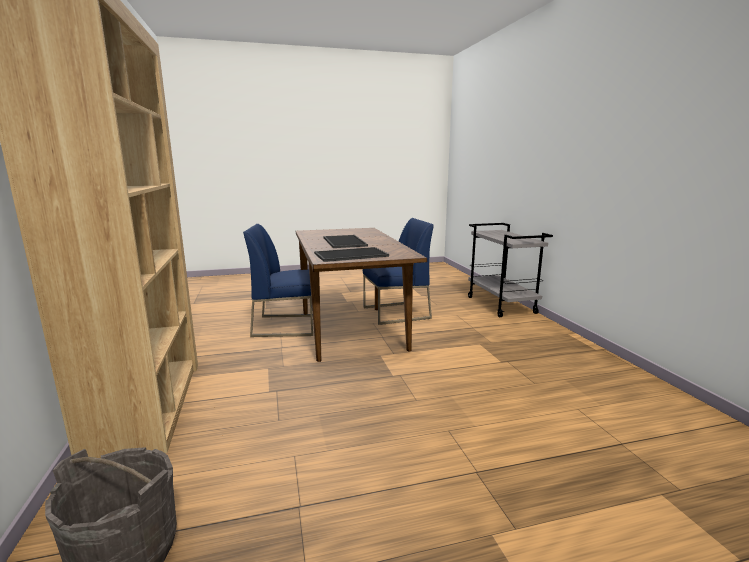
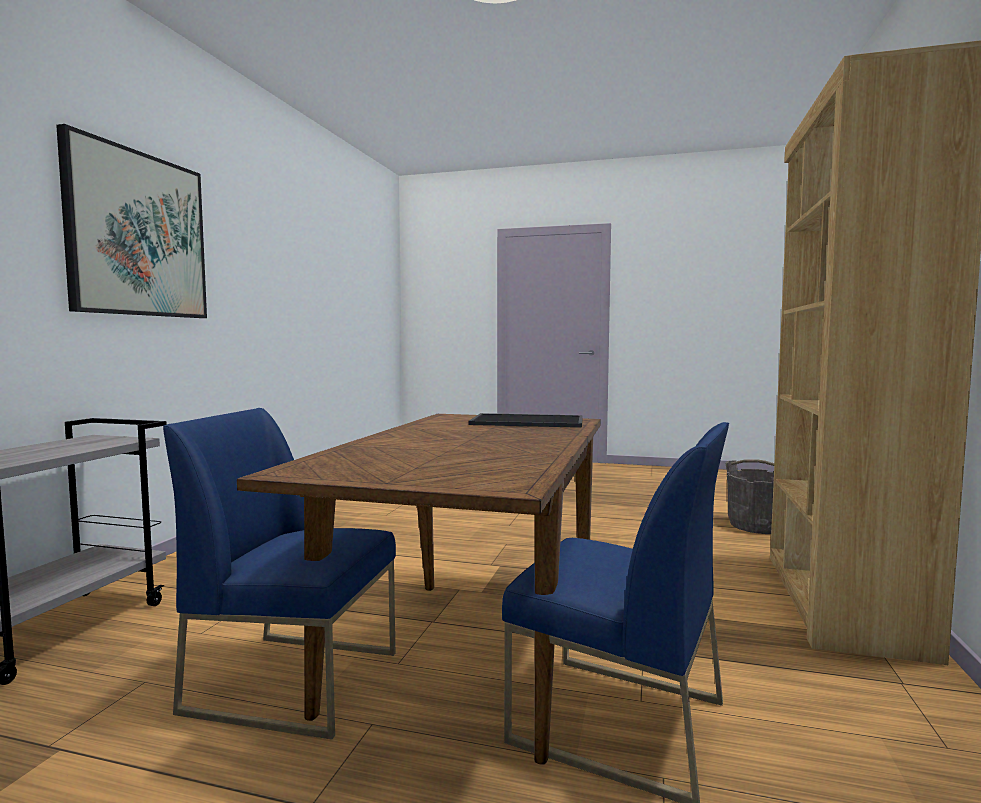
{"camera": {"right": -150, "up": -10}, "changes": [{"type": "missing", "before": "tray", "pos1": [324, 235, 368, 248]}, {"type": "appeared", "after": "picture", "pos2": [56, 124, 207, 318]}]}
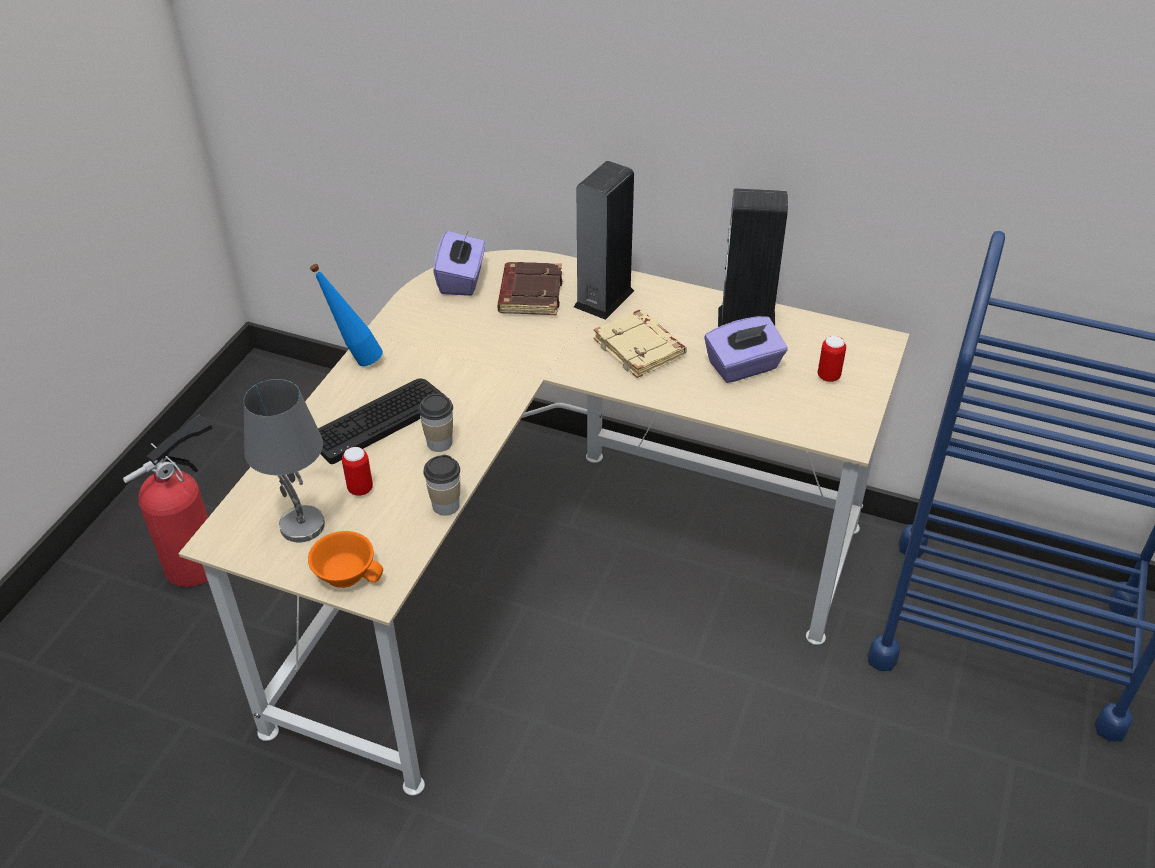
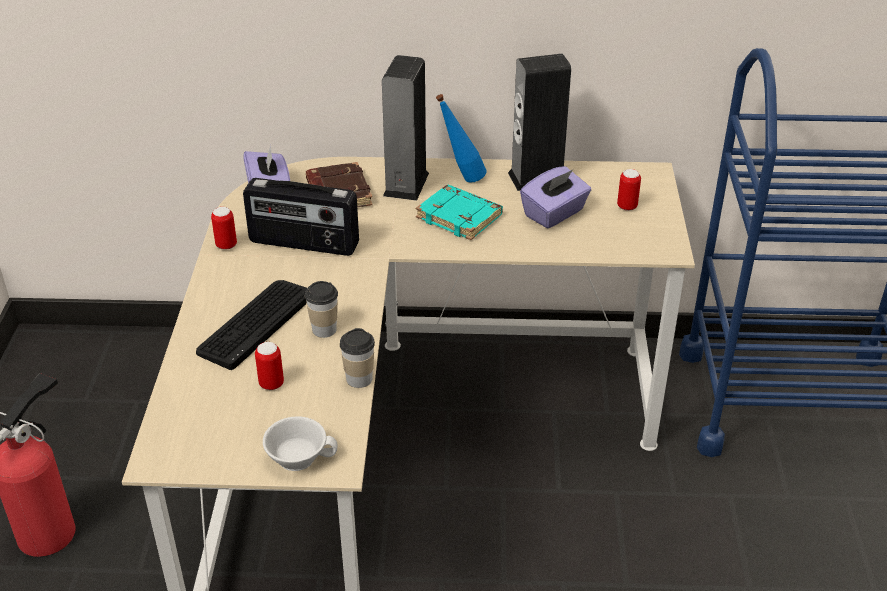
{"camera": {"right": -20, "up": -5}, "changes": [{"type": "missing", "before": "table lamp (grey)", "pos1": [243, 379, 325, 542]}, {"type": "colour", "before": "cup (orange)", "after": "cup (white)", "pos1": [308, 531, 383, 588], "pos2": [263, 416, 337, 471]}, {"type": "relocated", "before": "bottle (blue)", "pos1": [310, 264, 383, 366], "pos2": [436, 94, 487, 183]}, {"type": "colour", "before": "book (beige)", "after": "book (turquoise)", "pos1": [594, 310, 687, 378], "pos2": [416, 185, 503, 240]}, {"type": "appeared", "after": "can", "pos2": [211, 207, 237, 250]}, {"type": "appeared", "after": "radio", "pos2": [243, 178, 359, 256]}]}
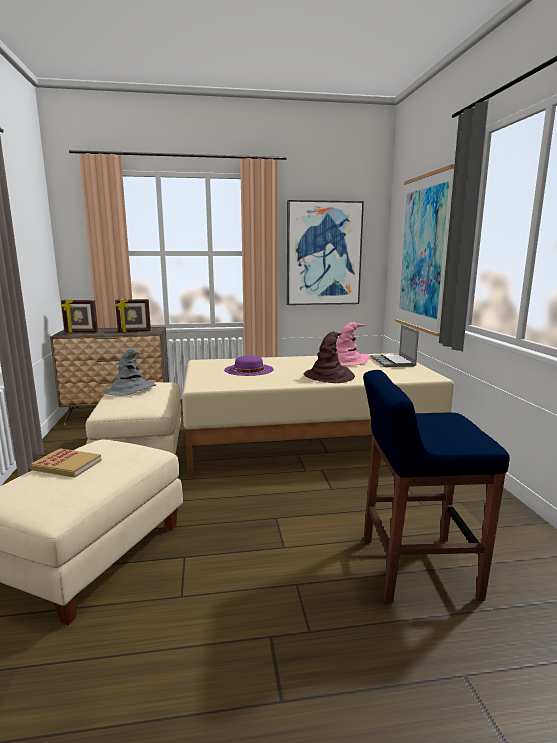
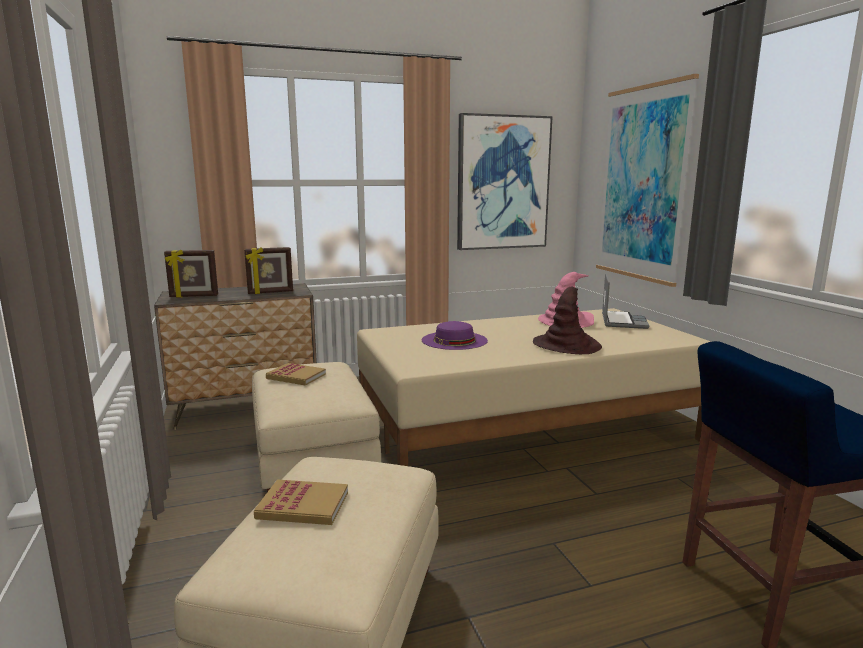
{"camera": {"right": -10, "up": 0}, "changes": [{"type": "exchanged", "before": "hat (grey)", "after": "book", "pos1": [105, 348, 156, 396], "pos2": [266, 363, 326, 386]}, {"type": "spun", "before": "laptop", "pos1": [371, 325, 419, 367], "pos2": [602, 273, 649, 329], "turn": -150}]}
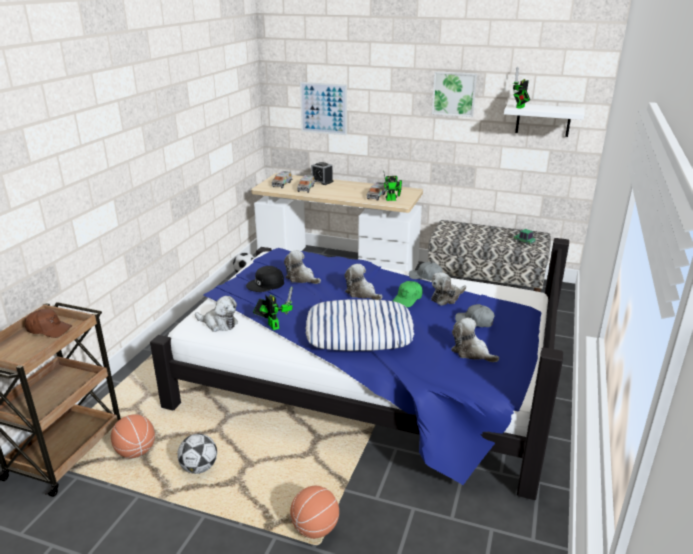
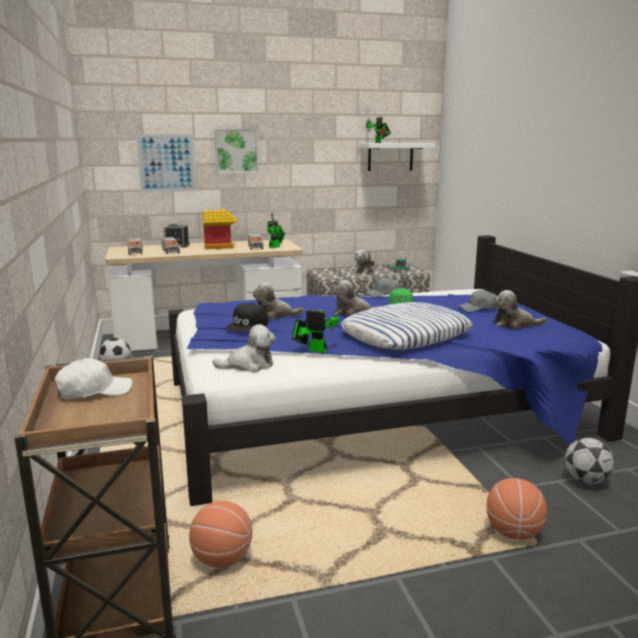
{"camera": {"right": -35, "up": -10}, "changes": [{"type": "colour", "before": "cap (brown)", "after": "cap (white)", "pos1": [25, 309, 72, 338], "pos2": [55, 358, 132, 399]}, {"type": "relocated", "before": "football", "pos1": [177, 434, 217, 474], "pos2": [565, 438, 615, 484]}, {"type": "relocated", "before": "plush toy", "pos1": [431, 272, 466, 306], "pos2": [353, 249, 374, 274]}, {"type": "relocated", "before": "picture", "pos1": [432, 71, 477, 117], "pos2": [214, 129, 259, 173]}, {"type": "appeared", "after": "toy house", "pos2": [203, 208, 238, 249]}]}
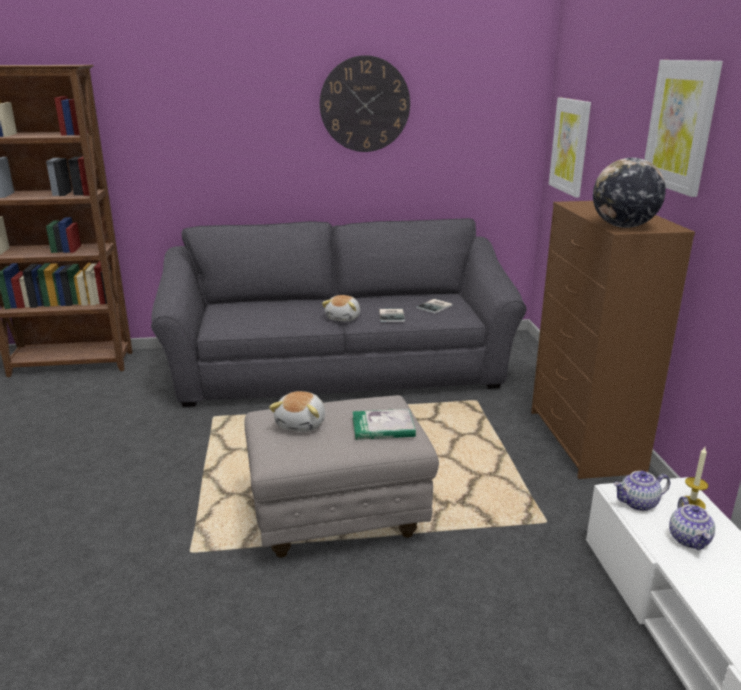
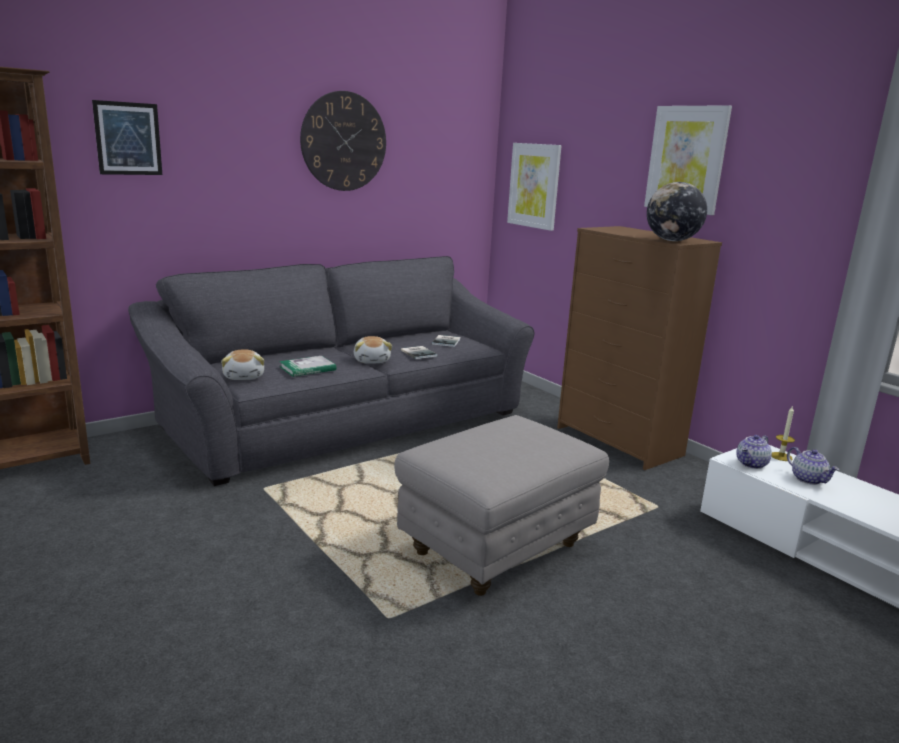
{"camera": {"right": -30, "up": -5}, "changes": [{"type": "relocated", "before": "plush toy", "pos1": [269, 391, 325, 432], "pos2": [221, 349, 264, 380]}, {"type": "relocated", "before": "book", "pos1": [353, 409, 416, 440], "pos2": [279, 356, 336, 377]}, {"type": "appeared", "after": "picture", "pos2": [92, 100, 162, 175]}]}
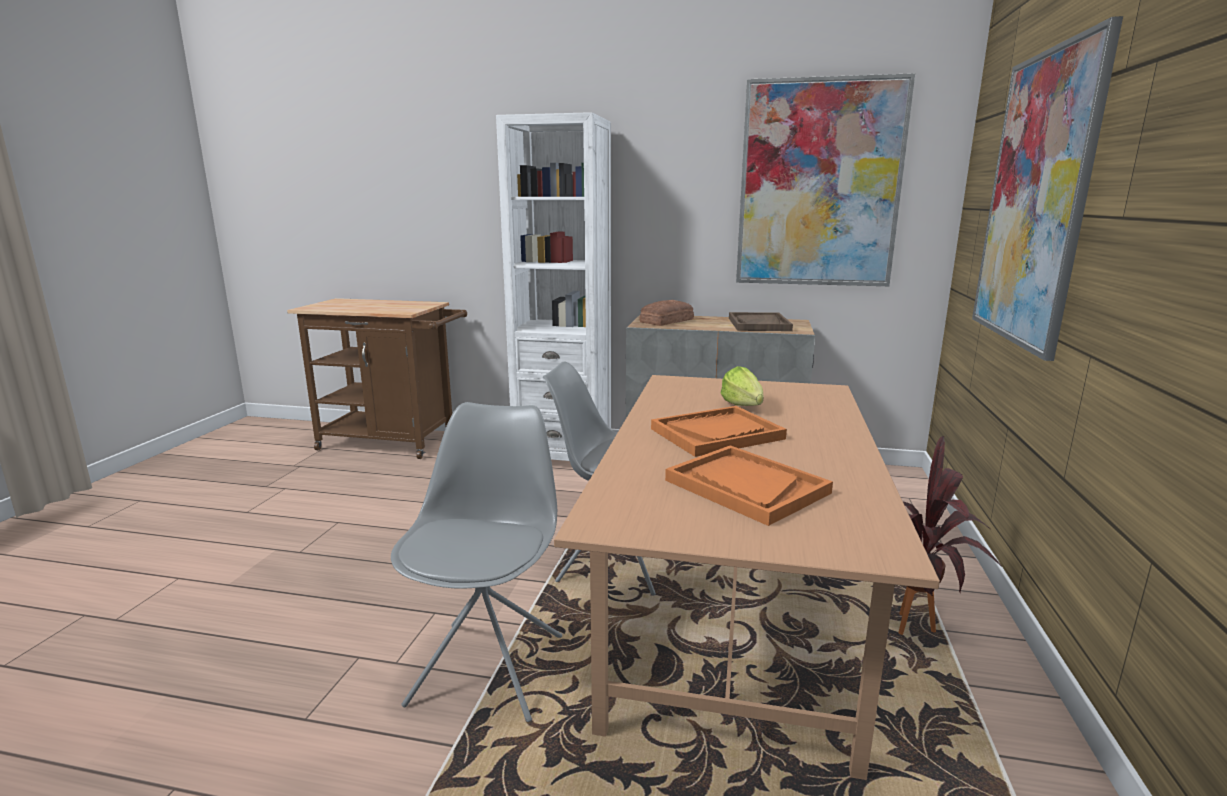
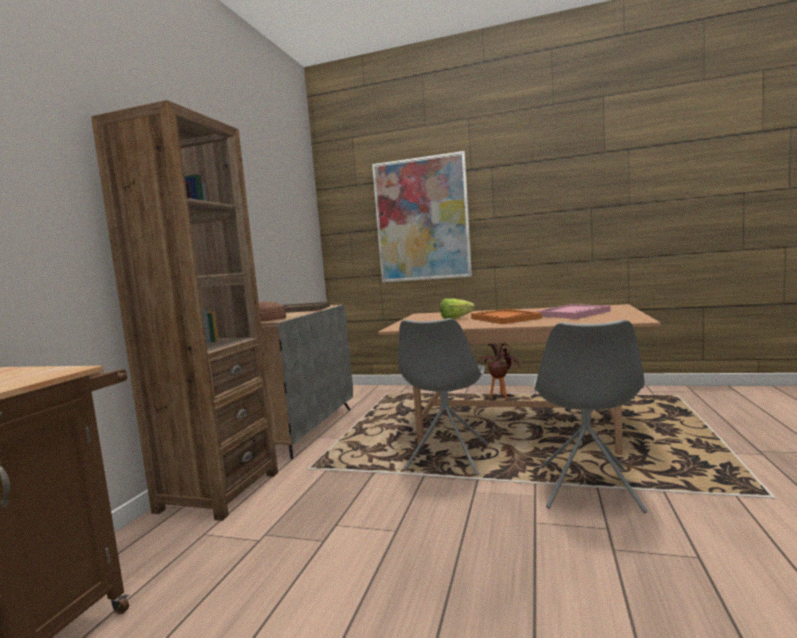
{"camera": {"right": -85, "up": -10}, "changes": [{"type": "spun", "before": "chair (grey)", "pos1": [391, 402, 562, 722], "pos2": [534, 320, 648, 513], "turn": -90}, {"type": "colour", "before": "bookcase (white)", "after": "bookcase (brown)", "pos1": [496, 112, 611, 461], "pos2": [91, 100, 278, 521]}, {"type": "colour", "before": "tray (orange)", "after": "tray (pink)", "pos1": [665, 445, 833, 526], "pos2": [537, 304, 610, 319]}, {"type": "missing", "before": "picture", "pos1": [736, 73, 915, 286]}]}
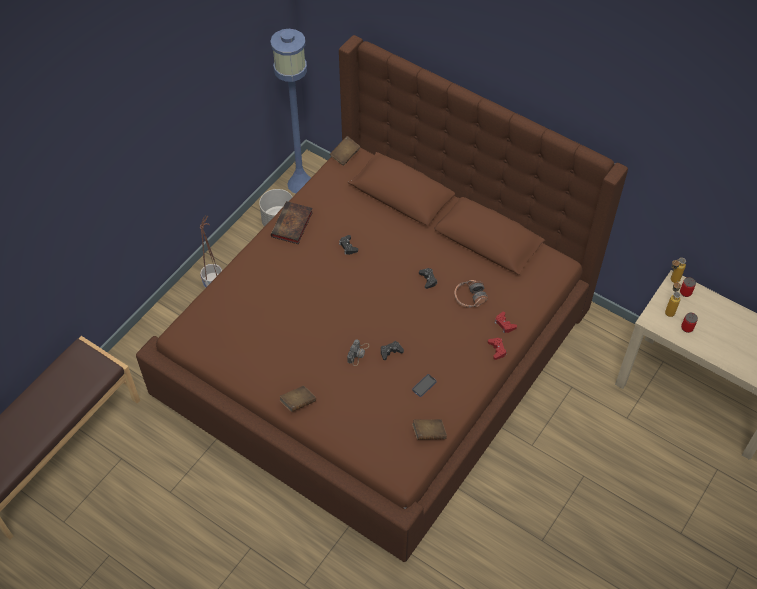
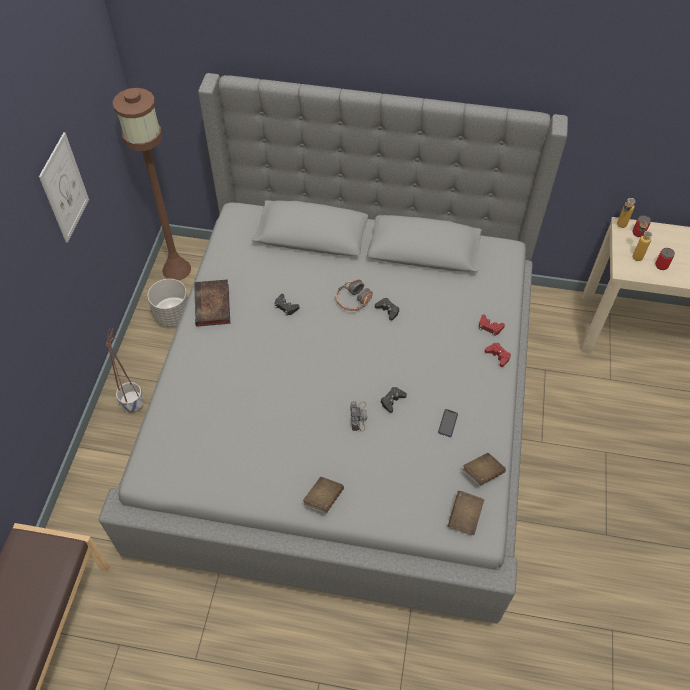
{"camera": {"right": -25, "up": 0}, "changes": [{"type": "colour", "before": "bed (brown)", "after": "bed (grey)", "pos1": [136, 35, 628, 562], "pos2": [99, 73, 568, 623]}, {"type": "colour", "before": "floor lamp (blue)", "after": "floor lamp (brown)", "pos1": [270, 29, 311, 194], "pos2": [113, 88, 191, 281]}, {"type": "relocated", "before": "book (brown)", "pos1": [330, 136, 360, 166], "pos2": [448, 491, 484, 535]}, {"type": "relocated", "before": "headphones", "pos1": [454, 280, 488, 308], "pos2": [336, 280, 373, 311]}, {"type": "appeared", "after": "picture", "pos2": [39, 132, 89, 243]}]}
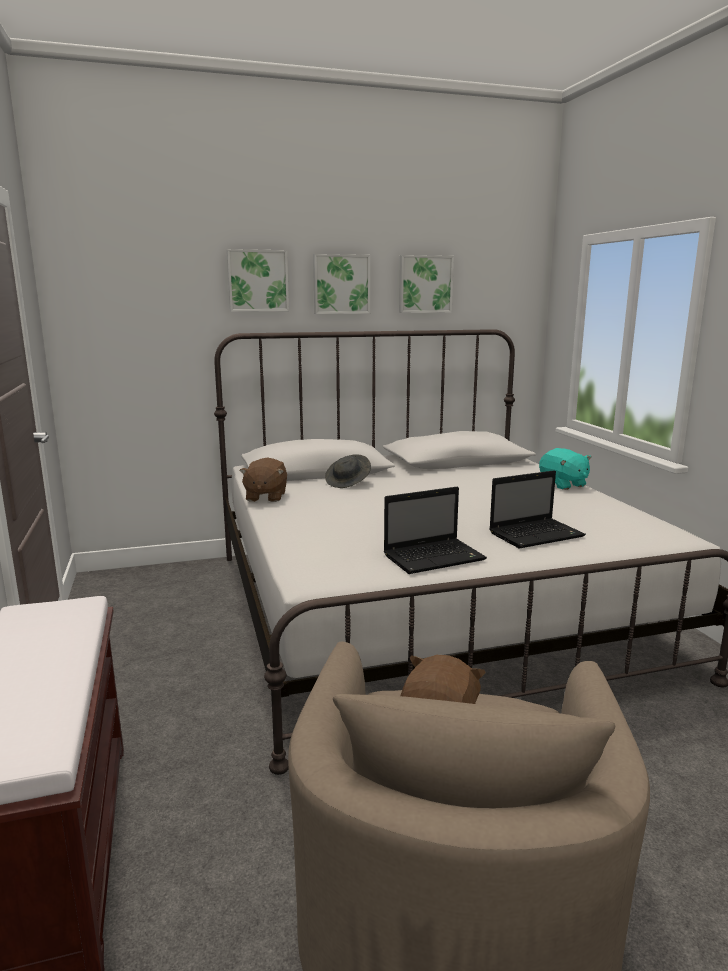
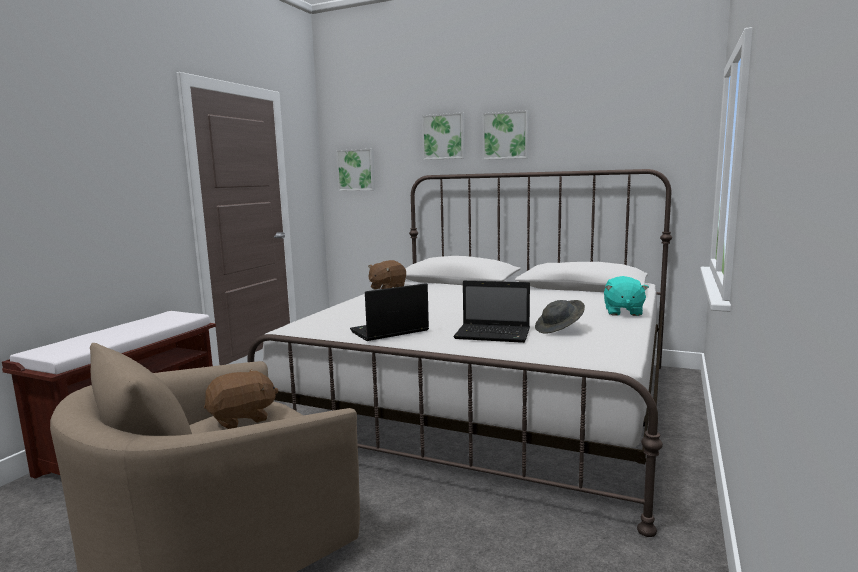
{"camera": {"right": 40, "up": -5}, "changes": [{"type": "relocated", "before": "hat (grey)", "pos1": [325, 454, 371, 488], "pos2": [535, 300, 585, 334]}, {"type": "spun", "before": "laptop", "pos1": [384, 487, 487, 574], "pos2": [350, 283, 429, 341], "turn": 135}, {"type": "relocated", "before": "picture", "pos1": [399, 255, 454, 313], "pos2": [336, 149, 375, 191]}]}
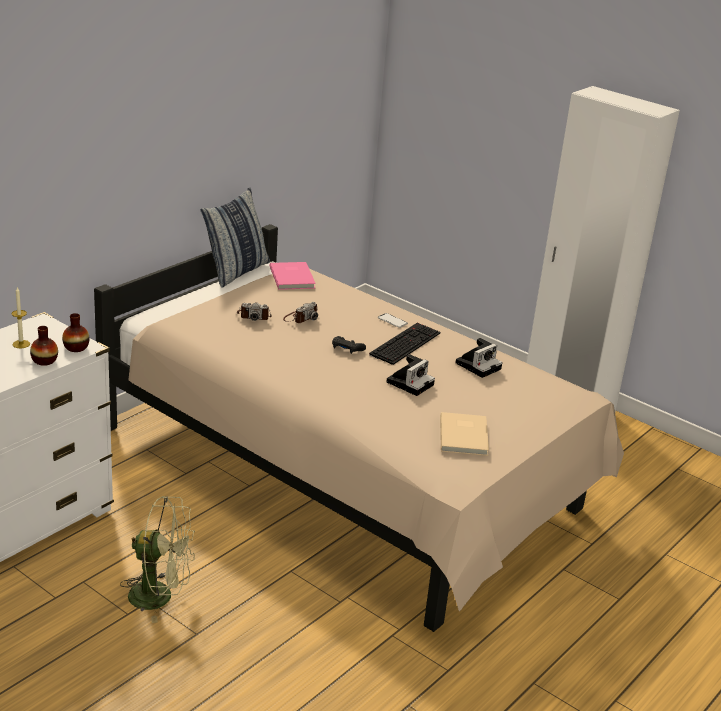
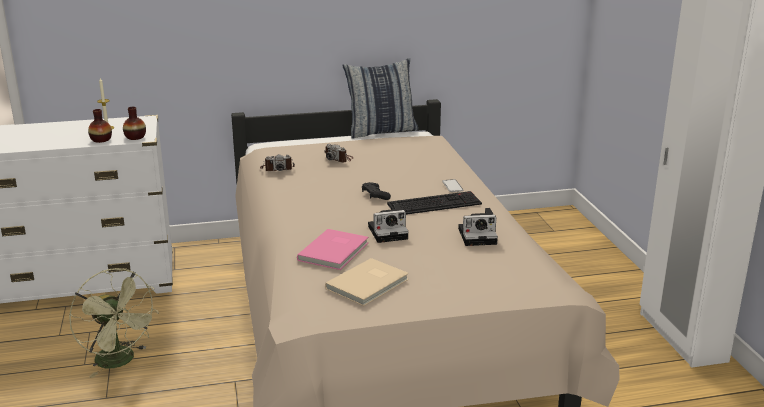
{"camera": {"right": 40, "up": -5}, "changes": [{"type": "relocated", "before": "book (pink)", "pos1": [269, 262, 316, 290], "pos2": [297, 229, 369, 270]}, {"type": "relocated", "before": "photo camera", "pos1": [283, 302, 318, 323], "pos2": [260, 154, 295, 171]}]}
